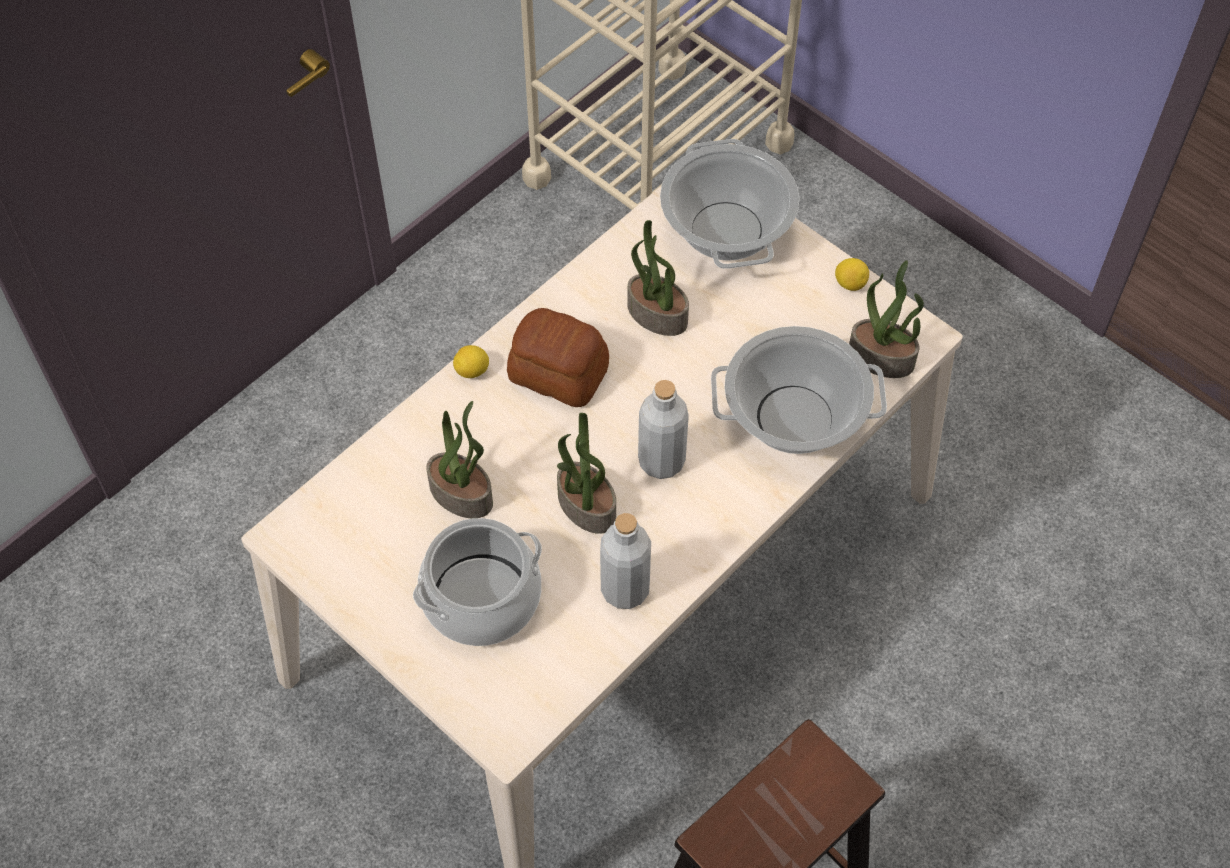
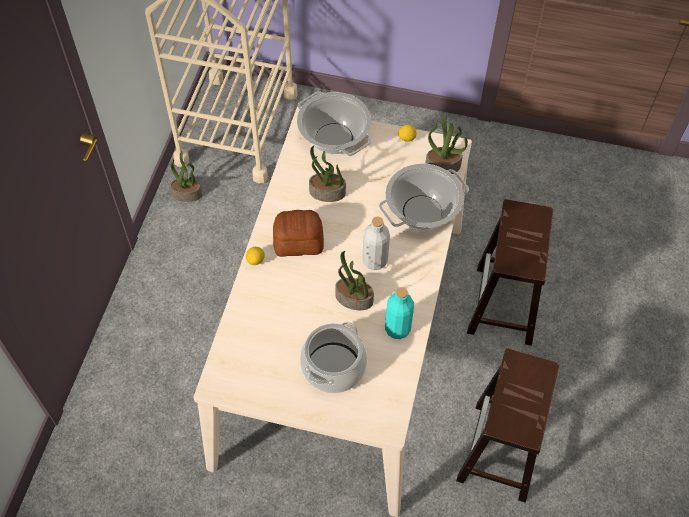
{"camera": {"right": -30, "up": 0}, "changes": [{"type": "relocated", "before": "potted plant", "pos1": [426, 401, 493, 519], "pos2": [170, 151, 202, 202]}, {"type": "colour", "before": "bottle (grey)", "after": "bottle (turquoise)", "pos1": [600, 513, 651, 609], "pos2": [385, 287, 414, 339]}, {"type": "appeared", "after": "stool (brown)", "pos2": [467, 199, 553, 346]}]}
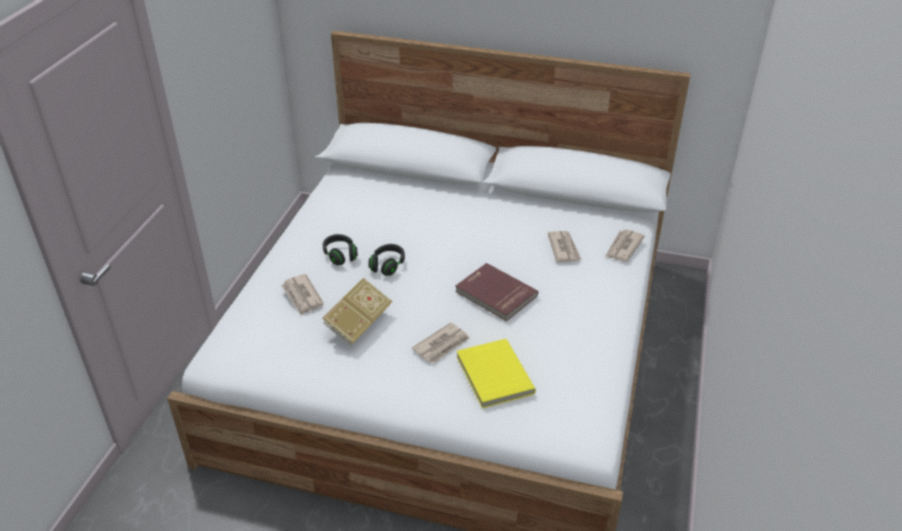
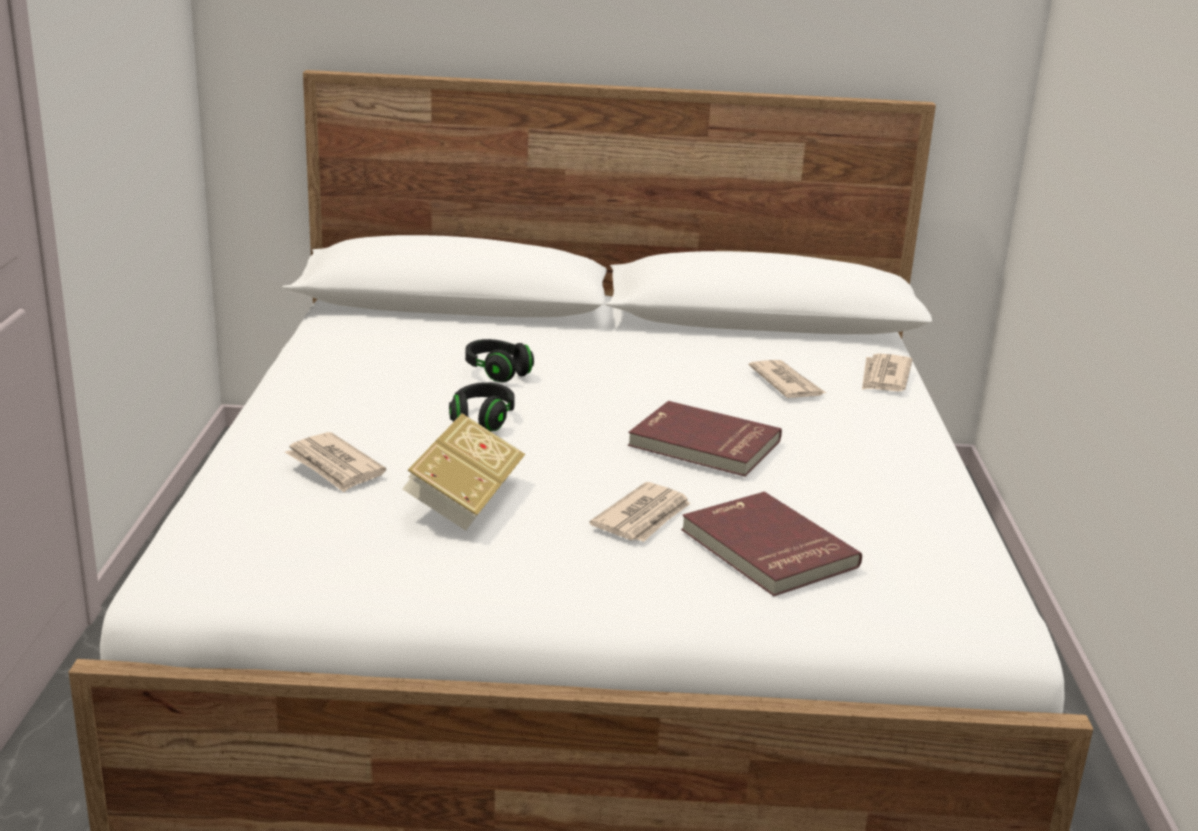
{"camera": {"right": -15, "up": -15}, "changes": [{"type": "relocated", "before": "headphones (black)", "pos1": [323, 234, 358, 265], "pos2": [465, 339, 534, 382]}, {"type": "colour", "before": "book (yellow)", "after": "book (red)", "pos1": [457, 339, 536, 408], "pos2": [681, 492, 862, 596]}]}
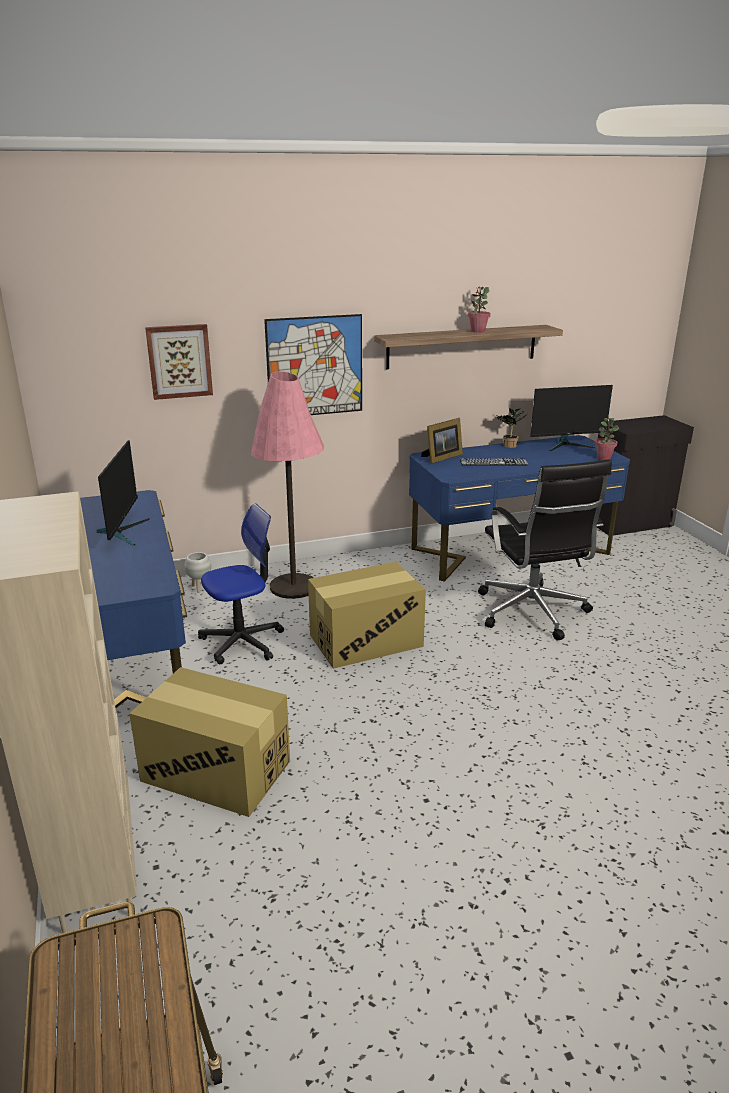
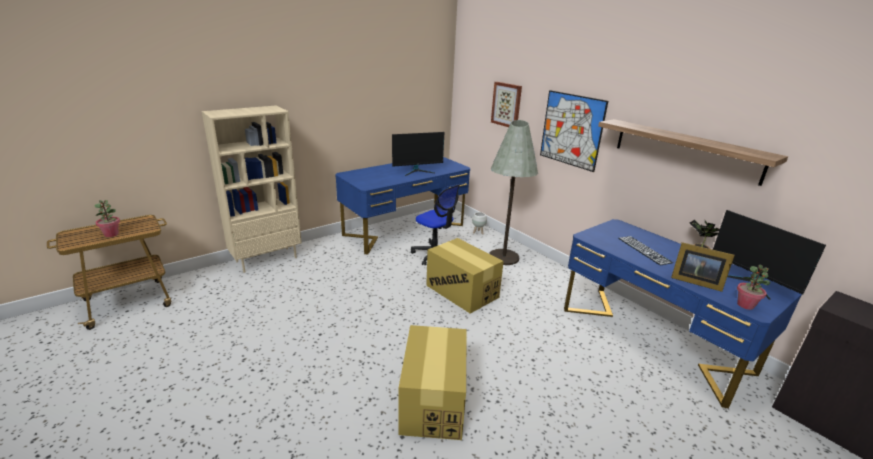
{"camera": {"right": 70, "up": 0}, "changes": [{"type": "relocated", "before": "cardboard box", "pos1": [129, 667, 290, 817], "pos2": [398, 325, 467, 440]}, {"type": "colour", "before": "floor lamp (pink)", "after": "floor lamp (grey)", "pos1": [251, 371, 324, 599], "pos2": [489, 120, 538, 265]}, {"type": "relocated", "before": "picture frame", "pos1": [421, 418, 463, 464], "pos2": [671, 242, 735, 292]}, {"type": "relocated", "before": "potted plant", "pos1": [468, 287, 490, 333], "pos2": [95, 200, 120, 237]}, {"type": "missing", "before": "office chair (black)", "pos1": [478, 459, 612, 641]}]}
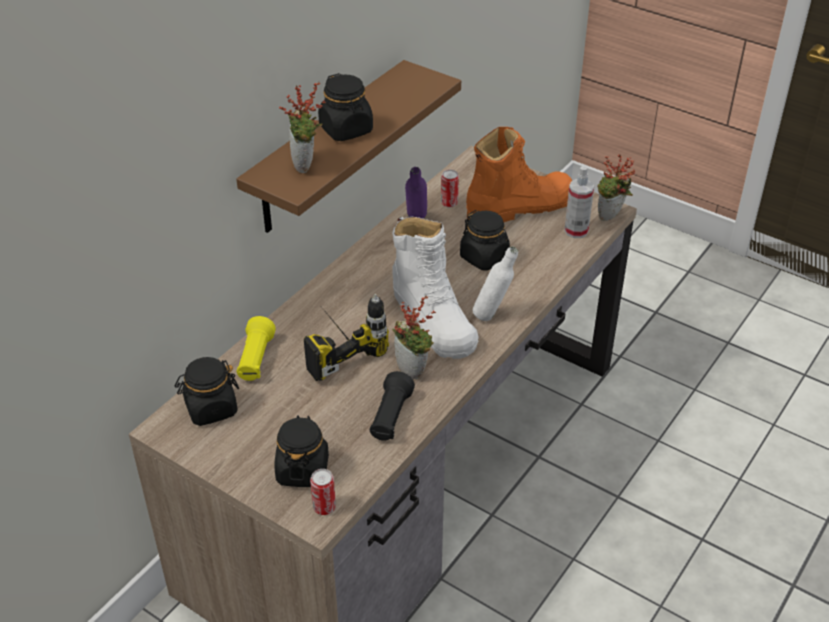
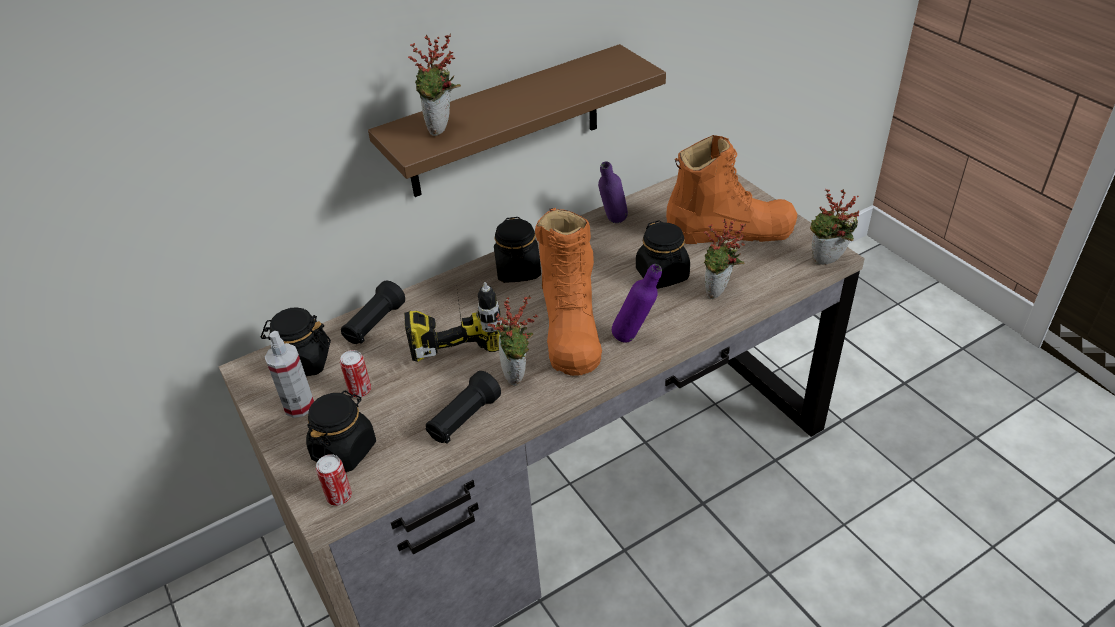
{"camera": {"right": 25, "up": 0}, "changes": [{"type": "colour", "before": "flashlight (yellow)", "after": "flashlight (black)", "pos1": [237, 316, 276, 381], "pos2": [341, 281, 405, 344]}, {"type": "relocated", "before": "jar (black)", "pos1": [318, 73, 373, 141], "pos2": [494, 217, 541, 283]}, {"type": "colour", "before": "boot (white)", "after": "boot (orange)", "pos1": [392, 217, 479, 359], "pos2": [535, 208, 602, 376]}, {"type": "relocated", "before": "can", "pos1": [441, 170, 459, 208], "pos2": [340, 350, 371, 398]}, {"type": "colour", "before": "bottle (white)", "after": "bottle (purple)", "pos1": [473, 246, 518, 321], "pos2": [612, 264, 662, 342]}, {"type": "relocated", "before": "spray bottle", "pos1": [564, 166, 594, 238], "pos2": [265, 331, 314, 418]}, {"type": "appeared", "after": "potted plant", "pos2": [704, 219, 746, 299]}]}
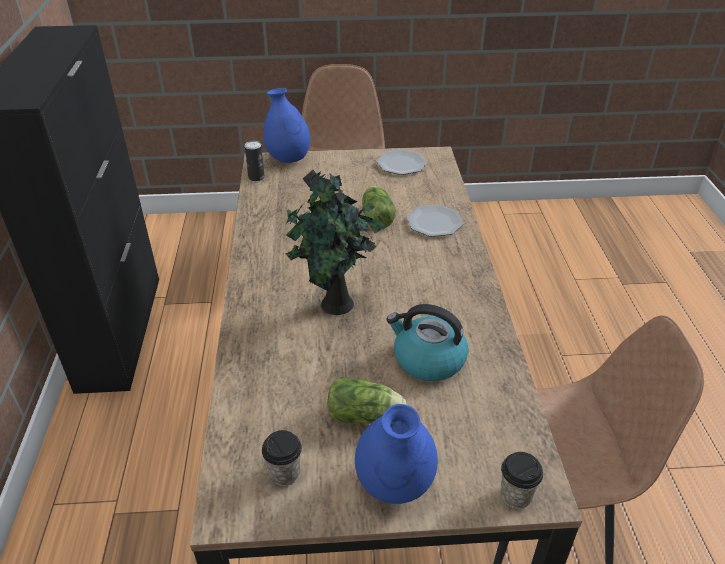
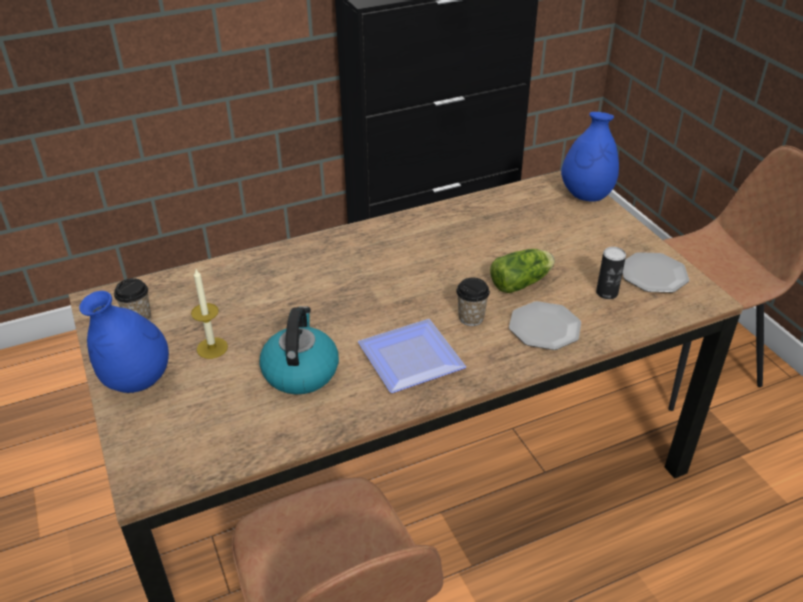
{"camera": {"right": 70, "up": 0}, "changes": [{"type": "relocated", "before": "can", "pos1": [245, 141, 265, 181], "pos2": [596, 247, 626, 299]}, {"type": "missing", "before": "potted plant", "pos1": [286, 170, 386, 315]}, {"type": "exchanged", "before": "lettuce", "after": "candle", "pos1": [328, 377, 406, 424], "pos2": [191, 269, 228, 359]}, {"type": "relocated", "before": "cup", "pos1": [501, 452, 543, 509], "pos2": [456, 278, 490, 326]}, {"type": "appeared", "after": "plate", "pos2": [358, 319, 466, 393]}]}
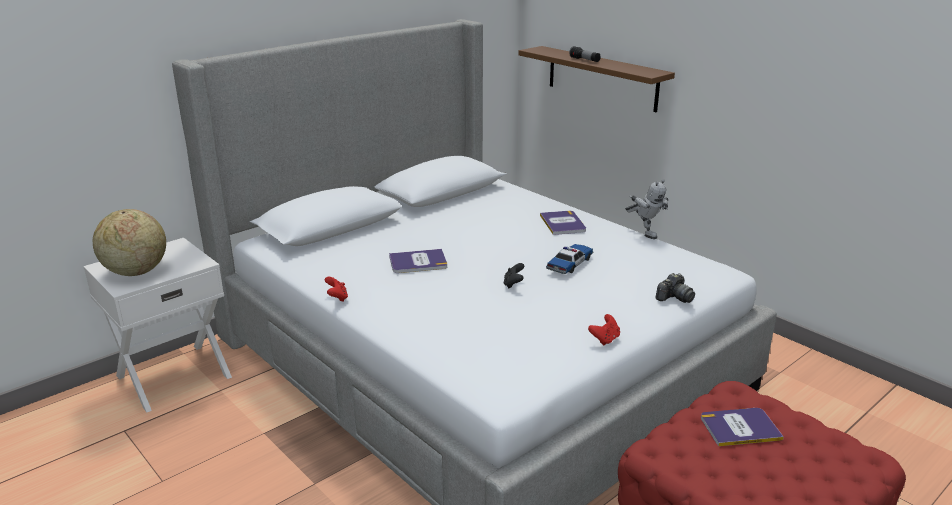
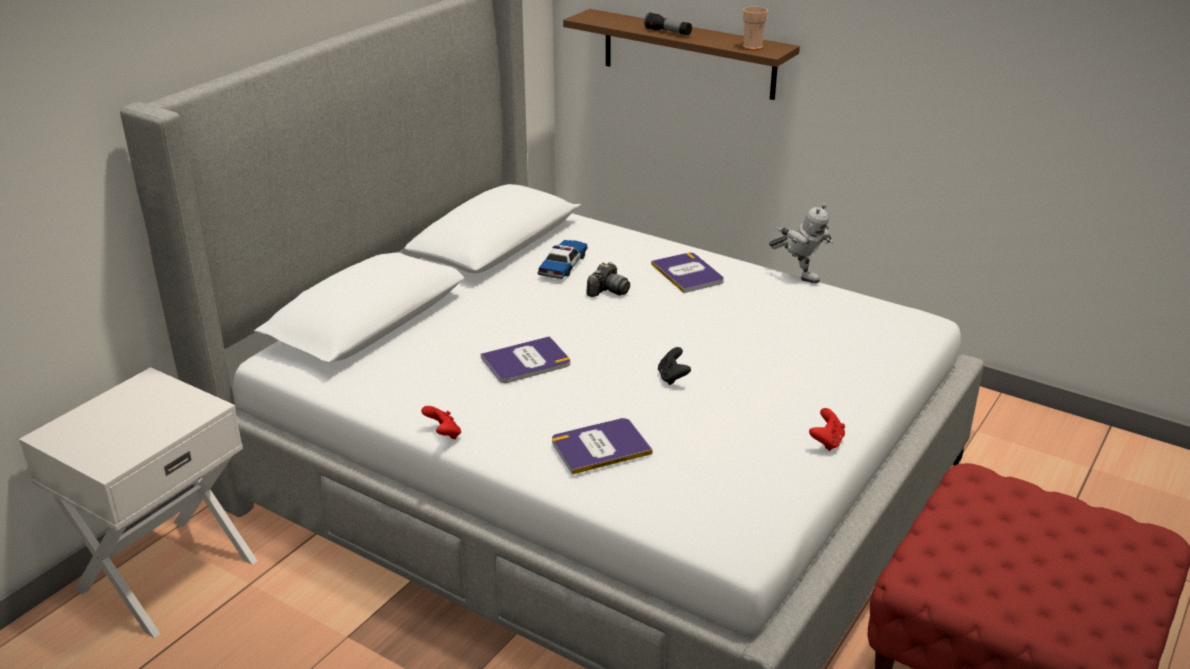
{"camera": {"right": -15, "up": 5}, "changes": [{"type": "missing", "before": "globe", "pos1": [93, 209, 166, 276]}, {"type": "relocated", "before": "toy car", "pos1": [546, 244, 594, 274], "pos2": [538, 240, 588, 279]}, {"type": "relocated", "before": "photo camera", "pos1": [656, 273, 695, 303], "pos2": [587, 262, 630, 297]}, {"type": "relocated", "before": "book", "pos1": [701, 408, 784, 446], "pos2": [552, 418, 653, 475]}, {"type": "appeared", "after": "cup", "pos2": [743, 6, 768, 50]}]}
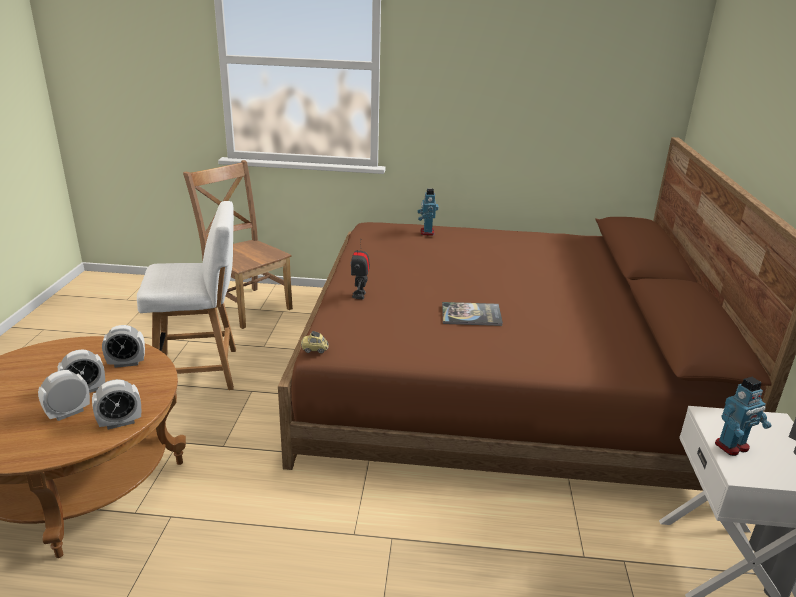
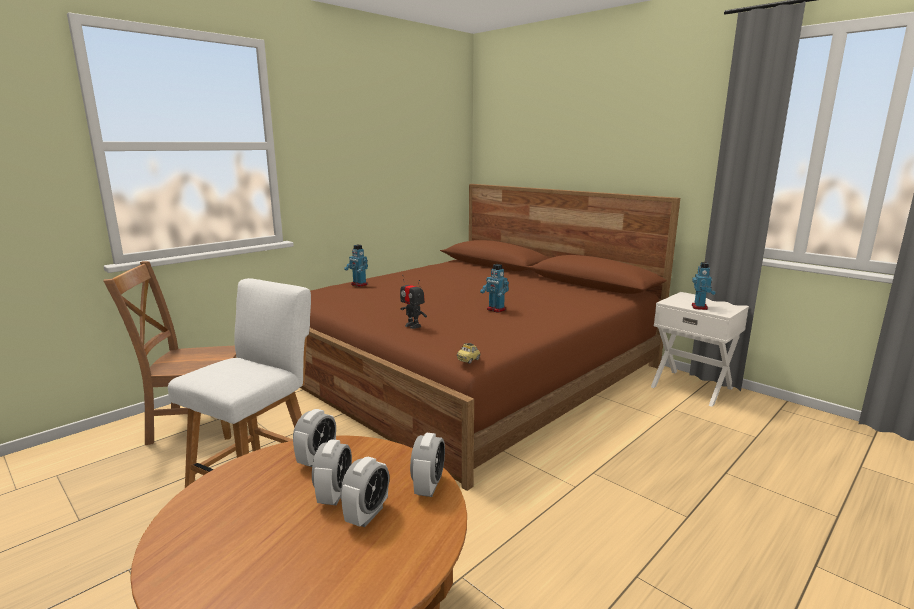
{"camera": {"right": -50, "up": -10}, "changes": [{"type": "spun", "before": "alarm clock", "pos1": [38, 370, 90, 421], "pos2": [341, 457, 389, 527], "turn": -150}, {"type": "exchanged", "before": "book", "after": "toy robot", "pos1": [442, 302, 503, 326], "pos2": [480, 264, 509, 313]}]}
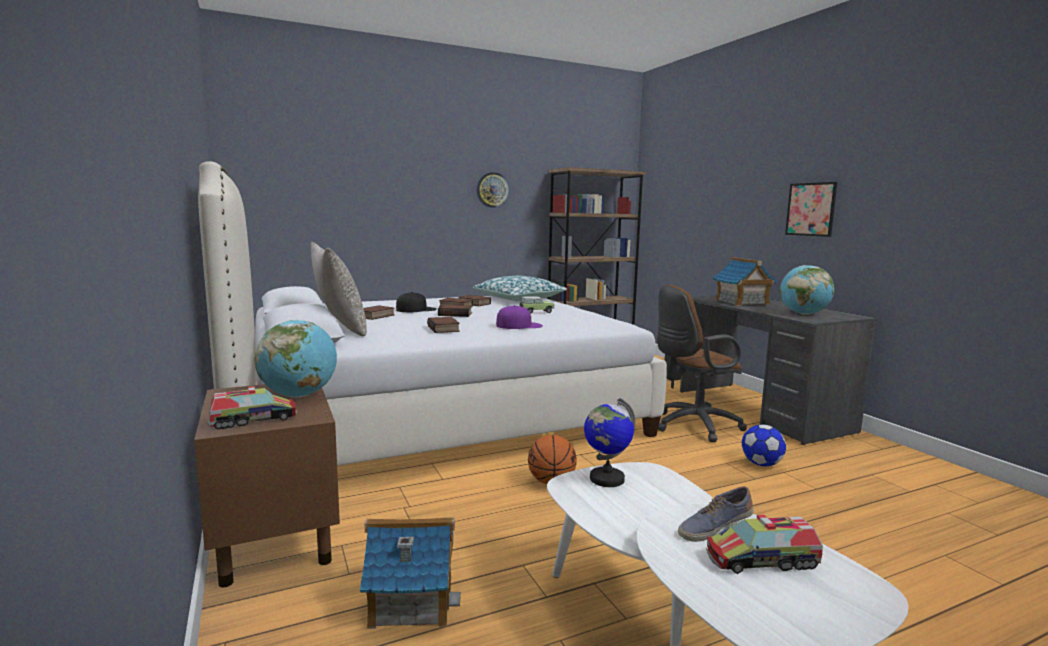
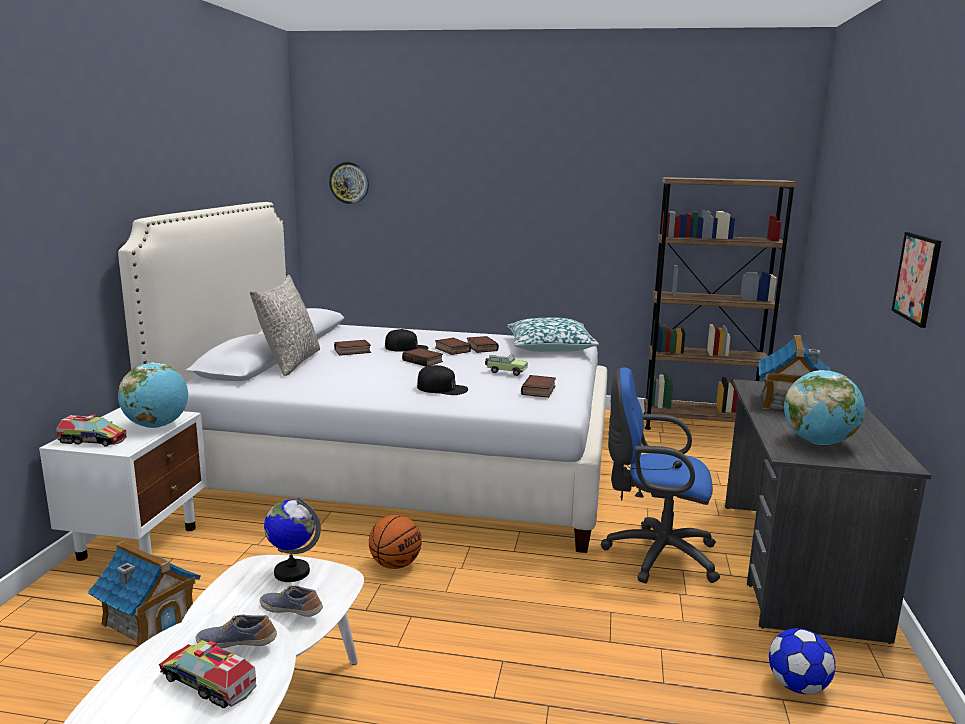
{"camera": {"right": 35, "up": 5}, "changes": [{"type": "colour", "before": "nightstand (brown)", "after": "nightstand (white)", "pos1": [194, 384, 340, 588], "pos2": [39, 408, 207, 561]}, {"type": "relocated", "before": "book", "pos1": [427, 317, 460, 333], "pos2": [521, 375, 556, 398]}, {"type": "relocated", "before": "wall clock", "pos1": [476, 172, 510, 208], "pos2": [329, 162, 369, 204]}, {"type": "colour", "before": "cap (purple)", "after": "cap (black)", "pos1": [496, 305, 543, 329], "pos2": [417, 365, 468, 395]}, {"type": "colour", "before": "office chair (brown)", "after": "office chair (blue)", "pos1": [657, 285, 747, 442], "pos2": [601, 367, 720, 583]}, {"type": "relocated", "before": "football", "pos1": [742, 424, 786, 466], "pos2": [769, 628, 835, 694]}, {"type": "appeared", "after": "shoe", "pos2": [260, 585, 323, 617]}]}
